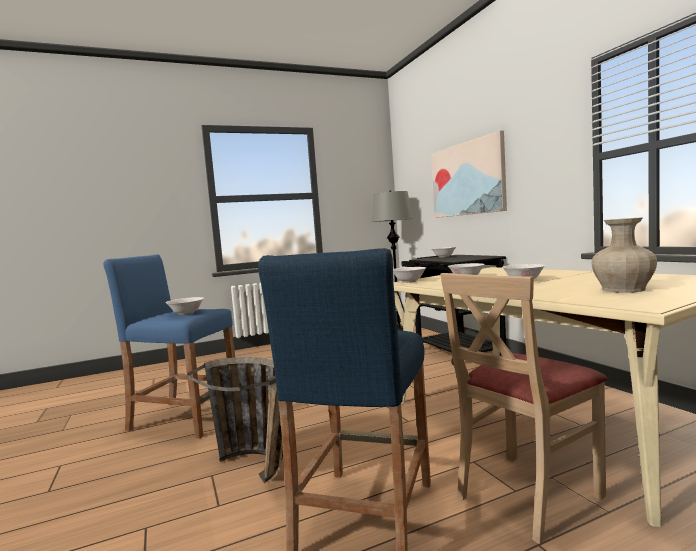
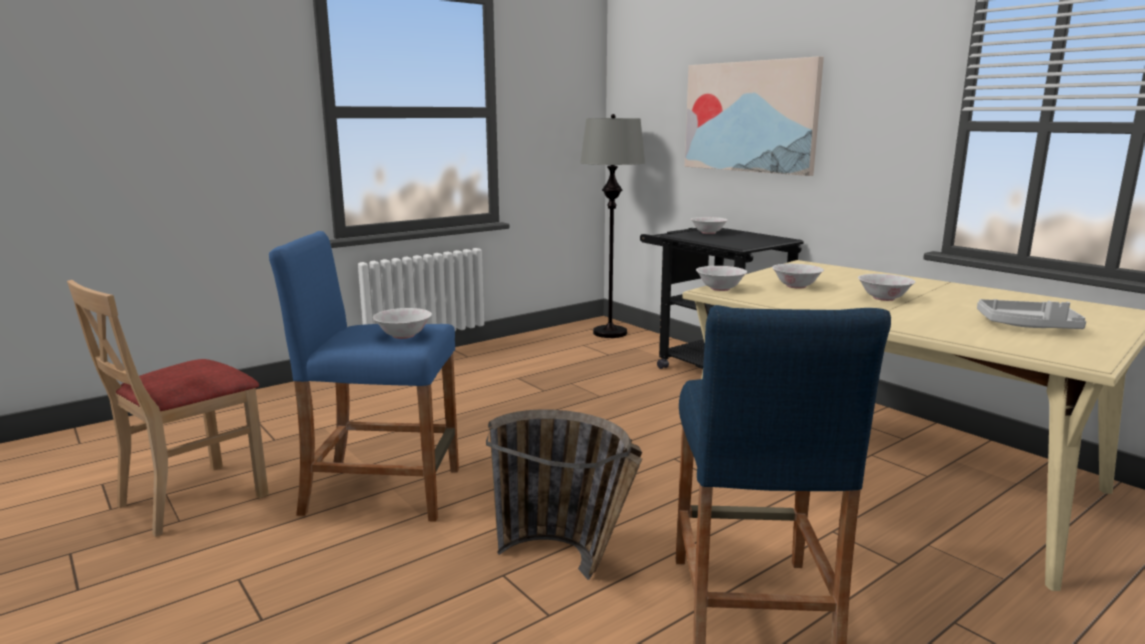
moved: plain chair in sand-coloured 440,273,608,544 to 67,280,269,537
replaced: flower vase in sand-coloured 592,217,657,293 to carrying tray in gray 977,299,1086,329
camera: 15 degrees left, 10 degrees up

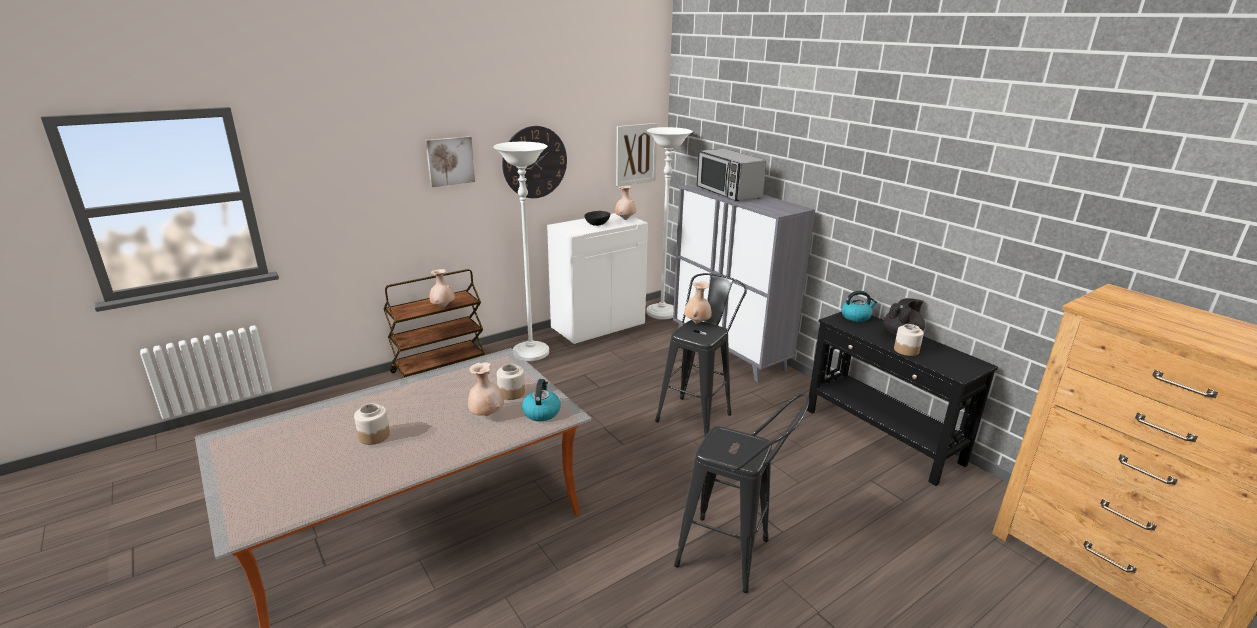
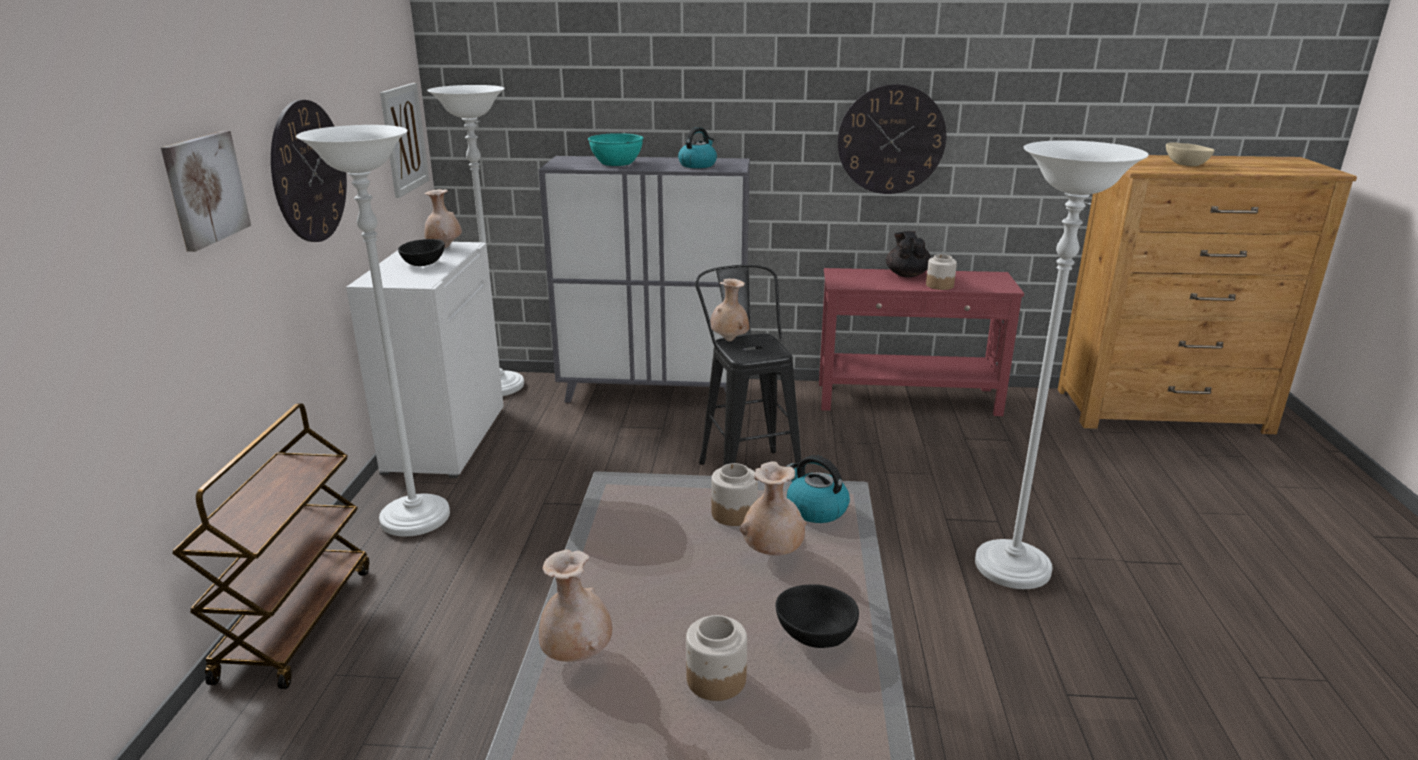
added: deep dish in black-coloured 775,584,859,648; hanging clock 838,84,946,194; deep dish in sand-coloured 1166,142,1215,166
moved: flower vase in sand-coloured 429,269,455,308 to 539,549,612,662; tea kettle 841,291,877,322 to 678,127,717,168
replaced: microwave oven 696,149,766,201 to deep dish in turquoise-coloured 588,133,644,166; sitting stool in black-coloured 674,393,809,593 to floor lamp in whitish 975,140,1149,589
recoloured: hall table in black-coloured 807,312,998,486 to hall table in red 819,268,1024,416
camera: 50 degrees left, 0 degrees up

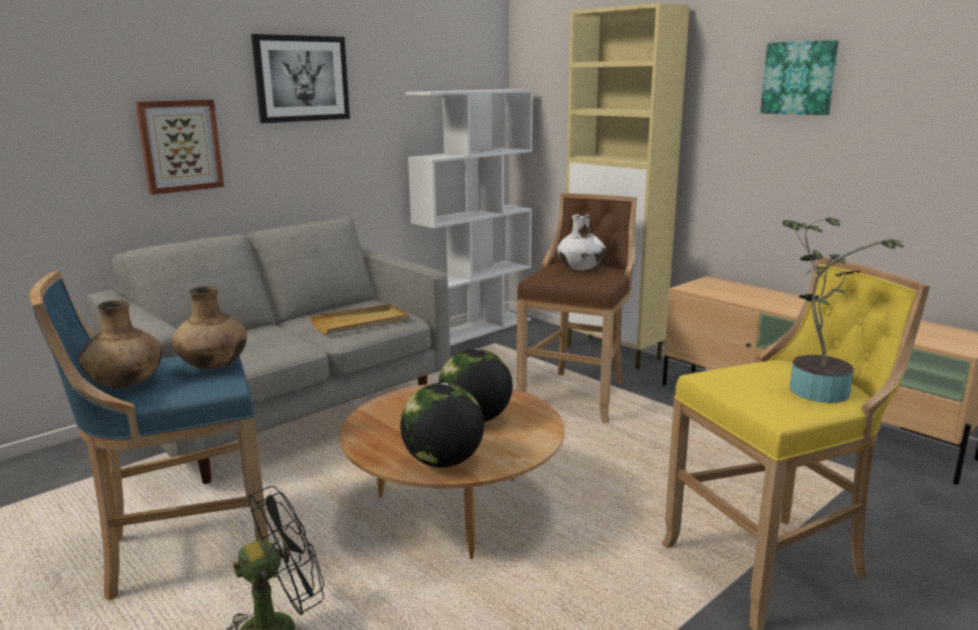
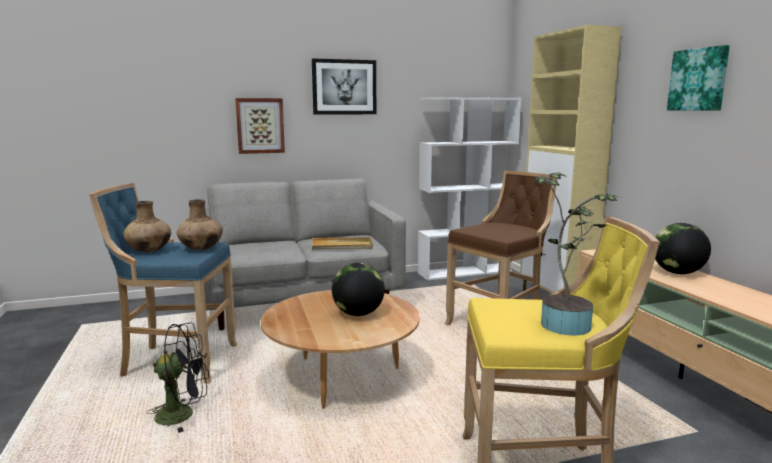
removed: flower vase in whitish 557,214,605,270
moved: world globe 400,383,484,467 to 655,223,711,274
camera: 25 degrees right, 5 degrees down

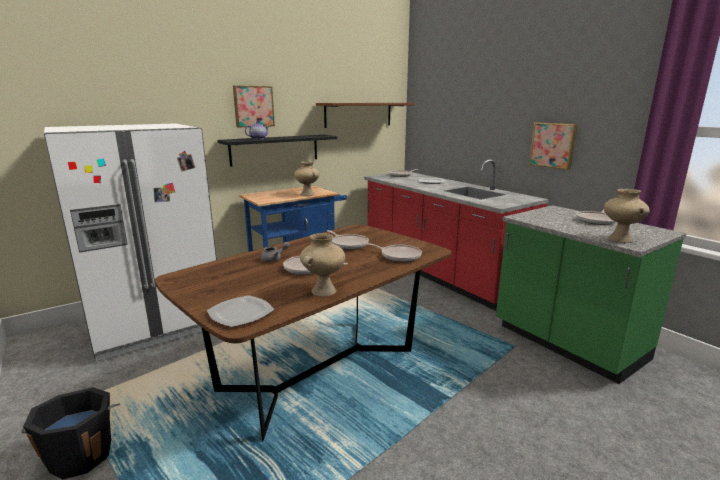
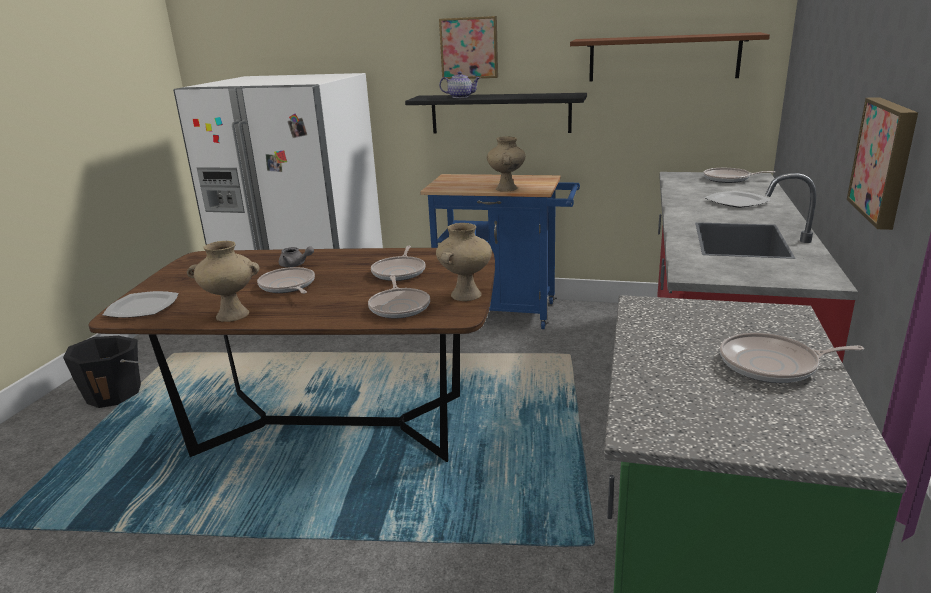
moved: flower vase in sand-coloured 604,189,650,243 to 436,223,492,301
camera: 50 degrees right, 5 degrees up

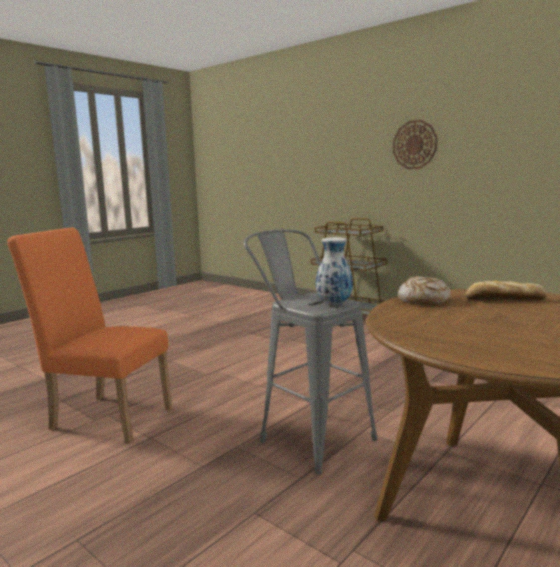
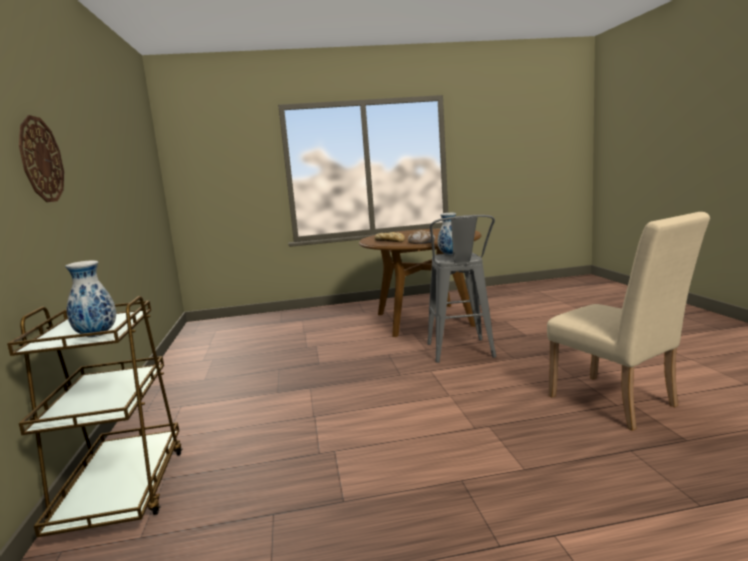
added: flower vase 65,261,116,337
recoloured: plain chair in orange 7,228,172,443 to plain chair in sand-coloured 547,212,710,431
camera: 140 degrees left, 0 degrees up

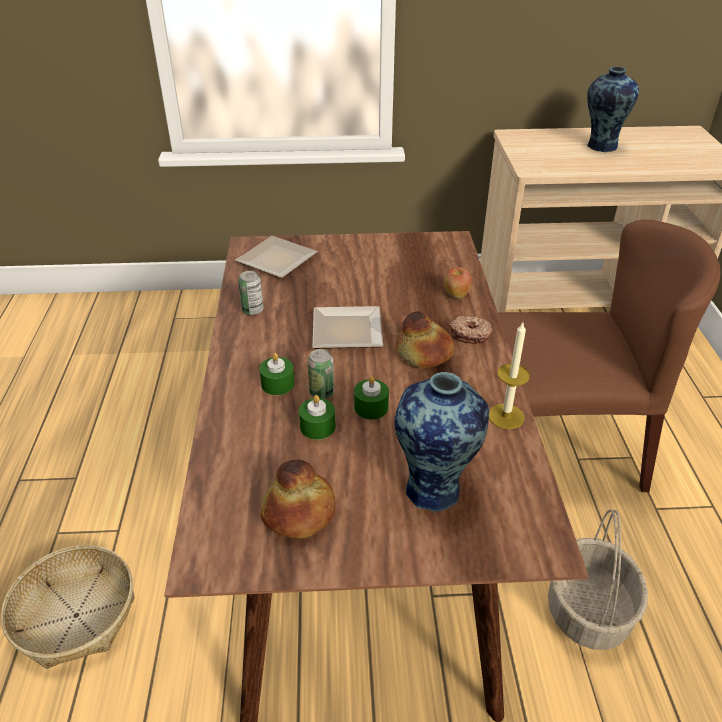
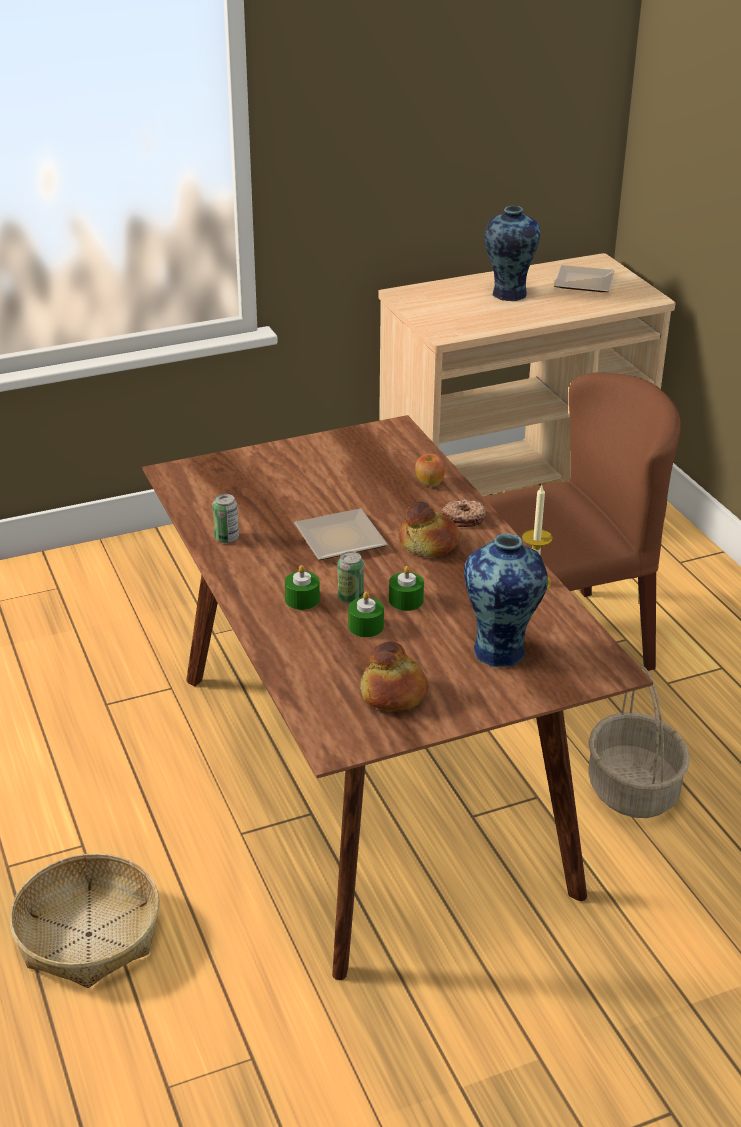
moved: plate 235,236,318,278 to 554,265,614,292
camera: 20 degrees left, 5 degrees down

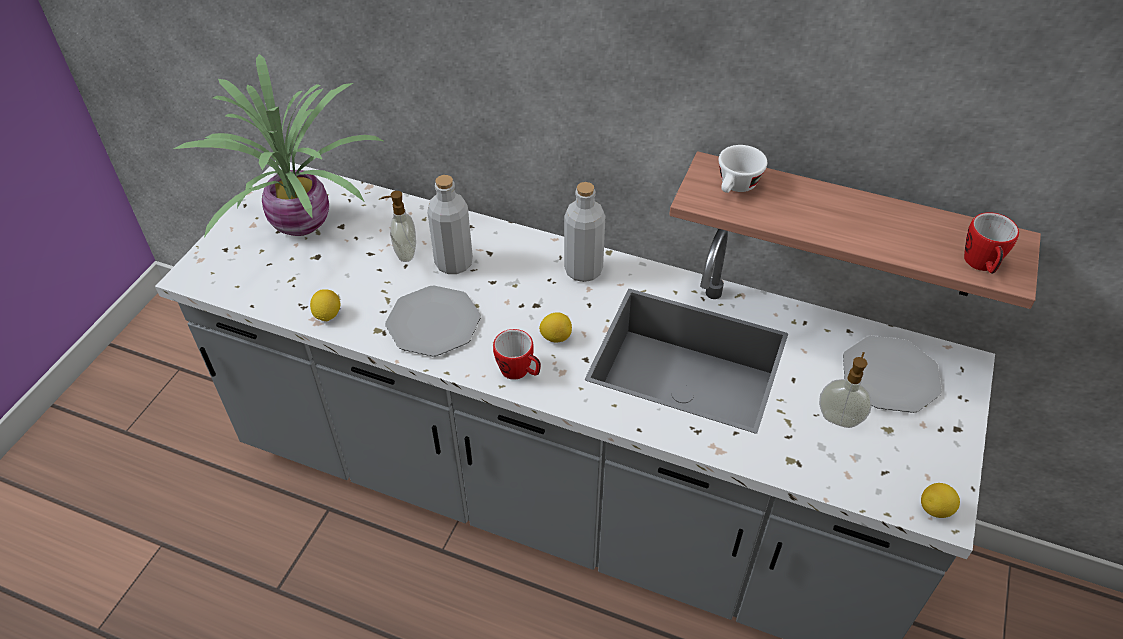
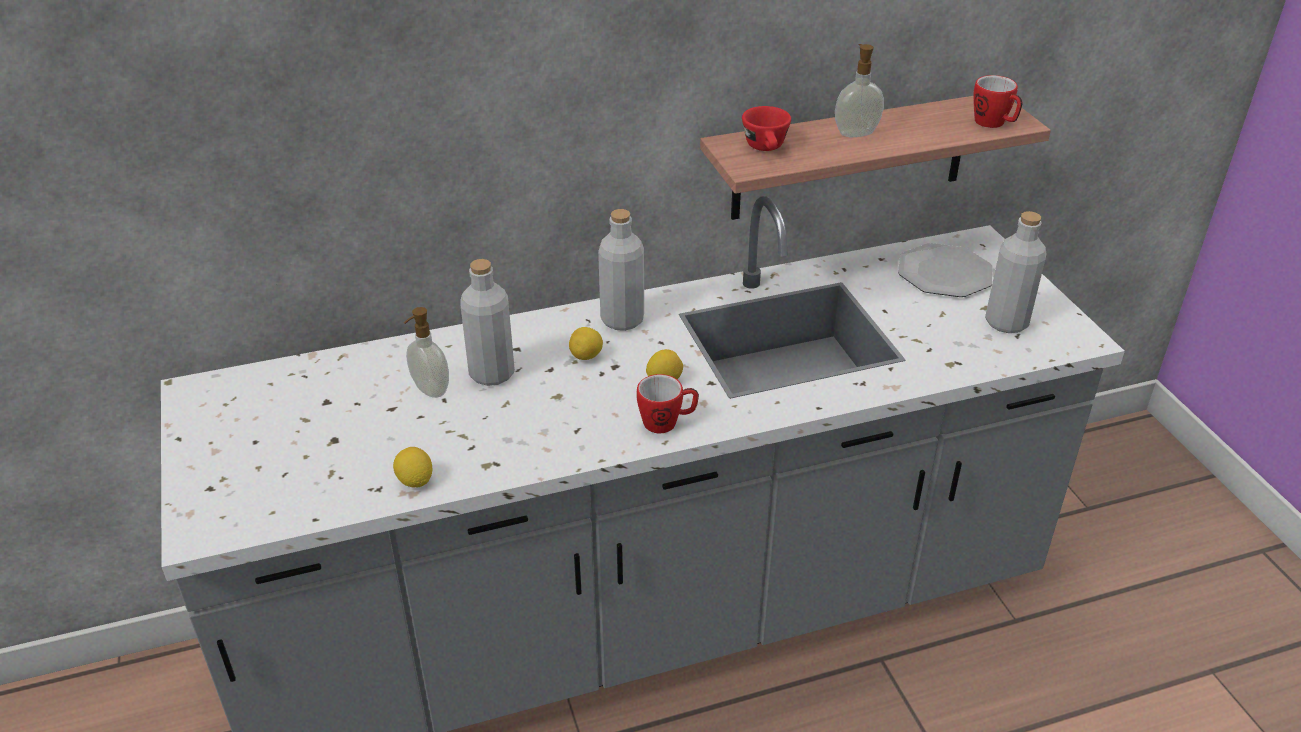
removed: houseplant 173,54,385,238; plate 385,285,481,356
added: bottle in gray 985,211,1046,333
moved: whole lemon 921,483,960,518 to 569,327,603,360; soap dispenser 819,352,872,428 to 835,44,884,137
recoloured: cup in whitish 719,145,767,193 to cup in red 742,106,791,151
camera: 40 degrees left, 10 degrees down

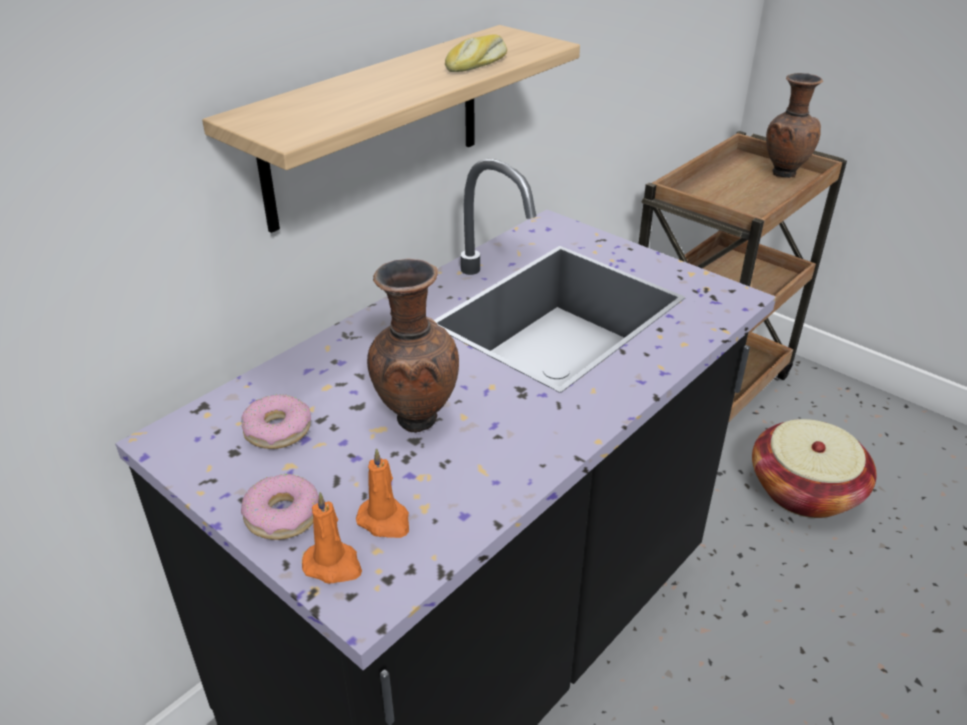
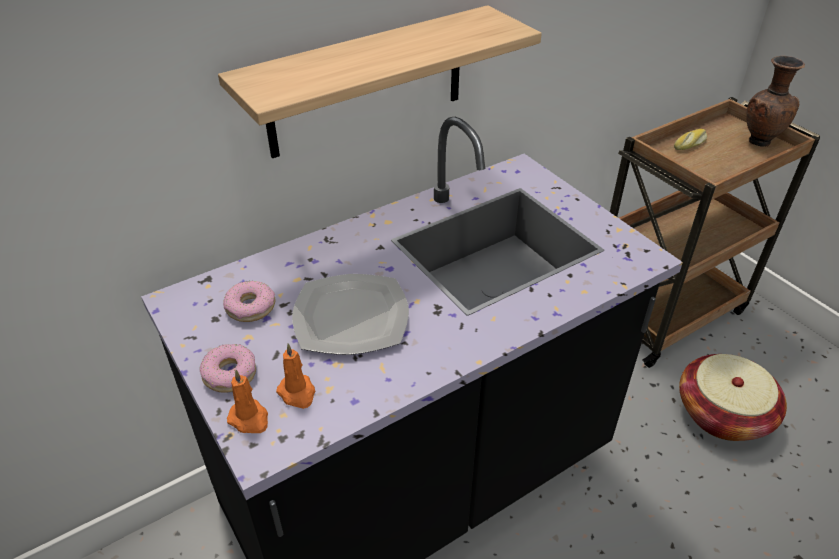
moved: bakery bread 445,34,507,72 to 674,129,707,150
replaced: flower vase in brown-coloured 367,258,459,433 to plate 292,274,409,355
camera: 15 degrees right, 5 degrees up

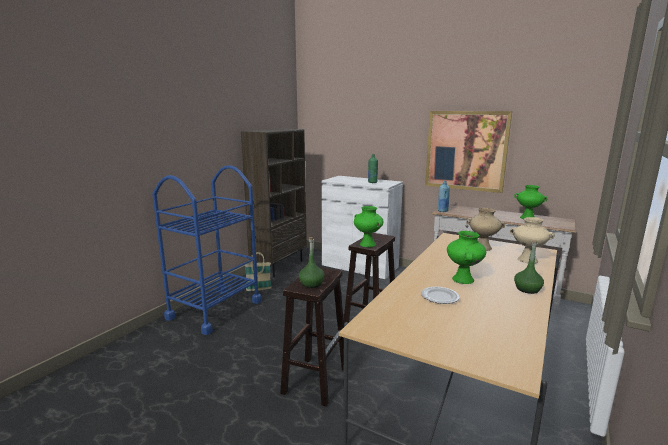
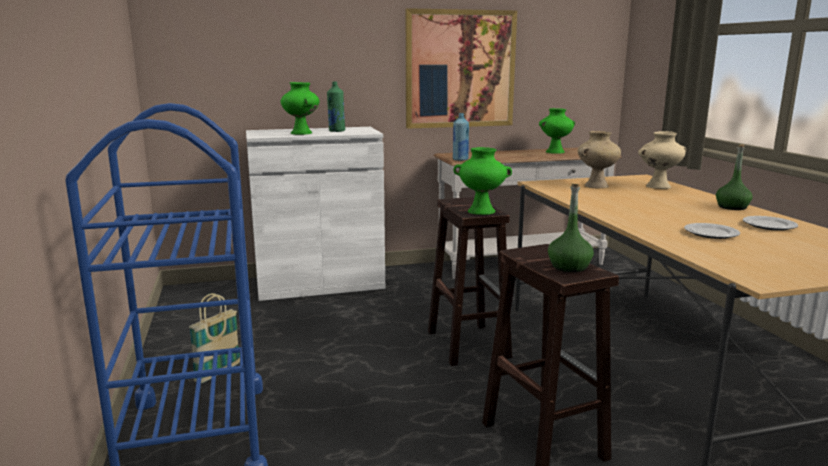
removed: bookshelf in brown-coloured 241,128,307,277
added: plate 743,216,798,231
moved: flower vase in green 447,231,486,284 to 281,82,320,135
camera: 45 degrees left, 0 degrees up

